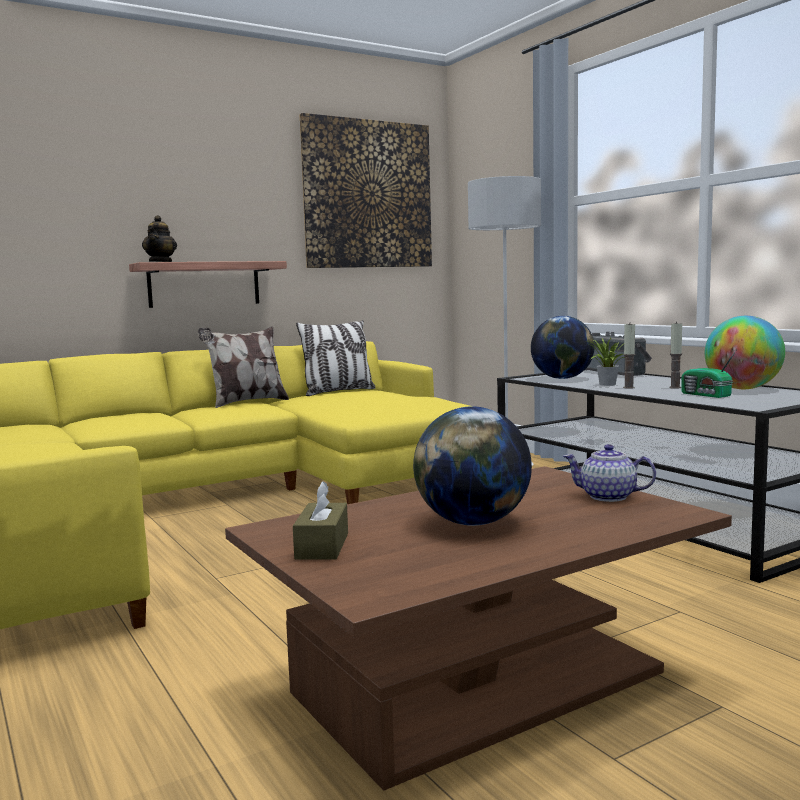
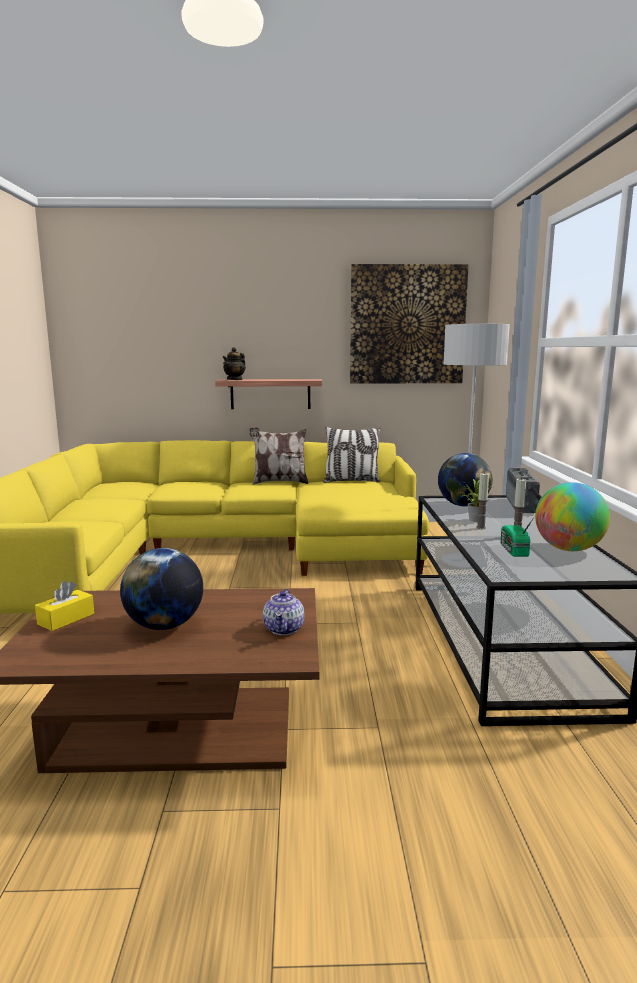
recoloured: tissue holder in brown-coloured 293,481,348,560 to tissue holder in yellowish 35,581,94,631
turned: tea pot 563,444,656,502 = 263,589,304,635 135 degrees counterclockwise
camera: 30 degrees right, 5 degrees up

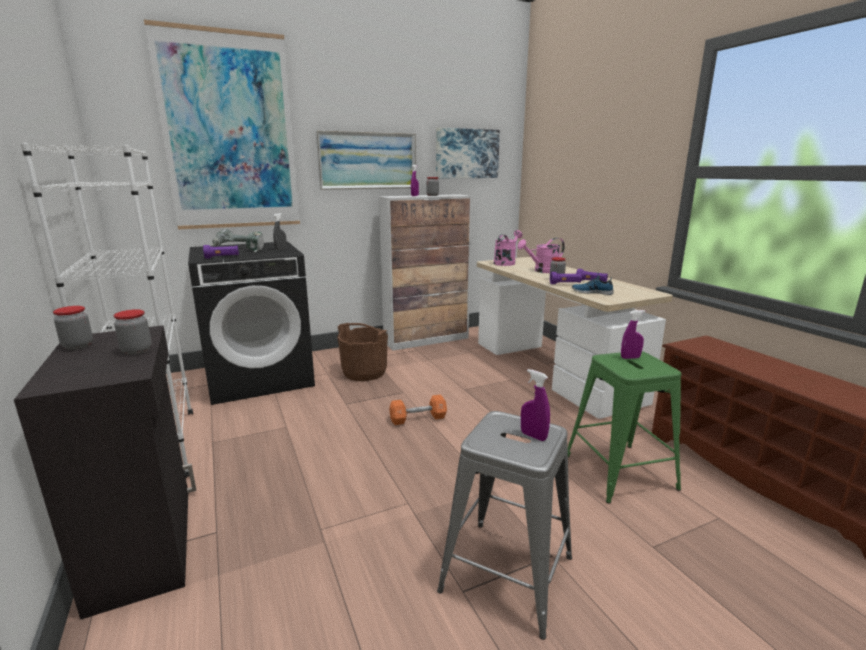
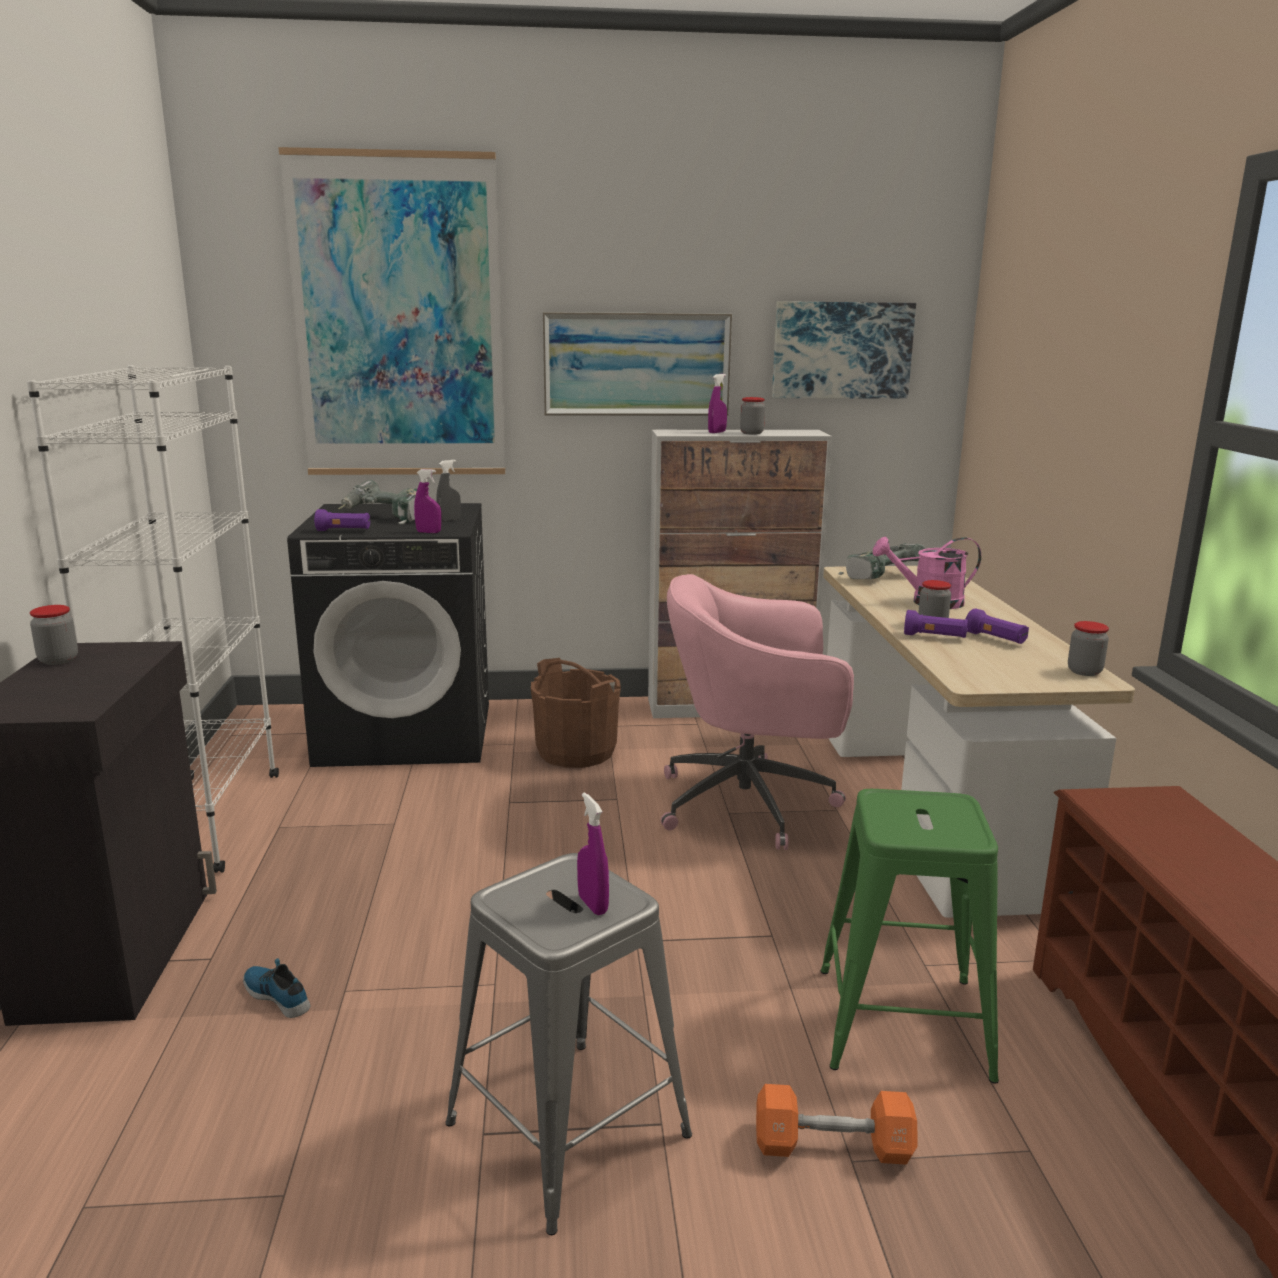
added: computer chair in pink 660,574,854,850
moved: low shoe 572,273,614,295 to 243,958,310,1018; spray bottle in purple 621,310,645,359 to 414,469,441,533; hand weight in orange 389,395,447,425 to 756,1084,918,1165; storage jar 113,309,152,355 to 1068,621,1109,676
replaced: watering can in pink 494,230,523,266 to electric drill 838,543,925,579
camera: 20 degrees right, 0 degrees up

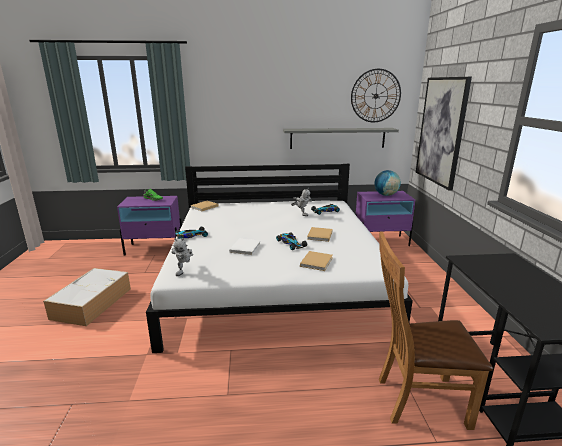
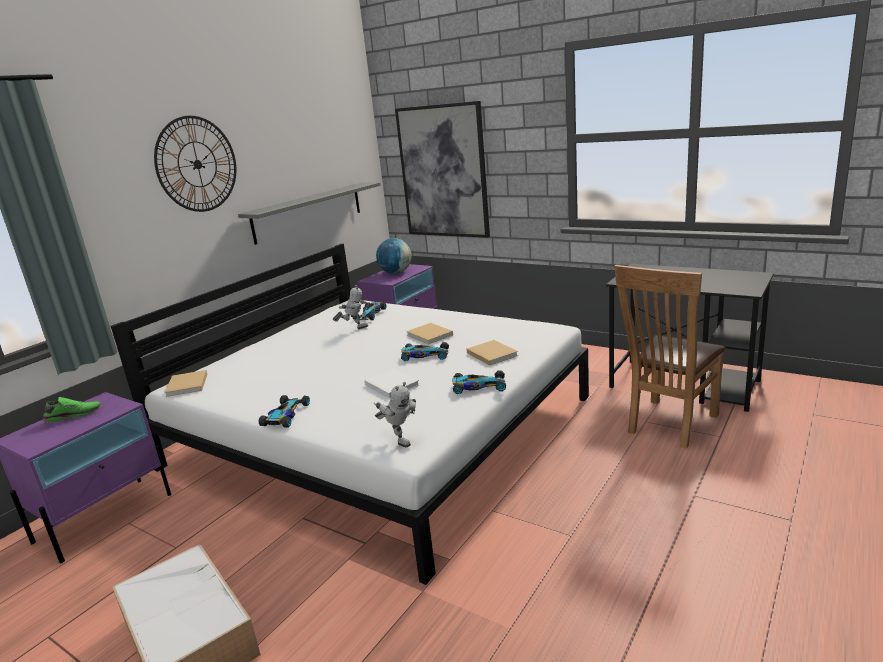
added: miniature car 452,370,506,394
moved: hanging clock 351,69,401,122 to 154,116,236,212
camera: 50 degrees left, 0 degrees up

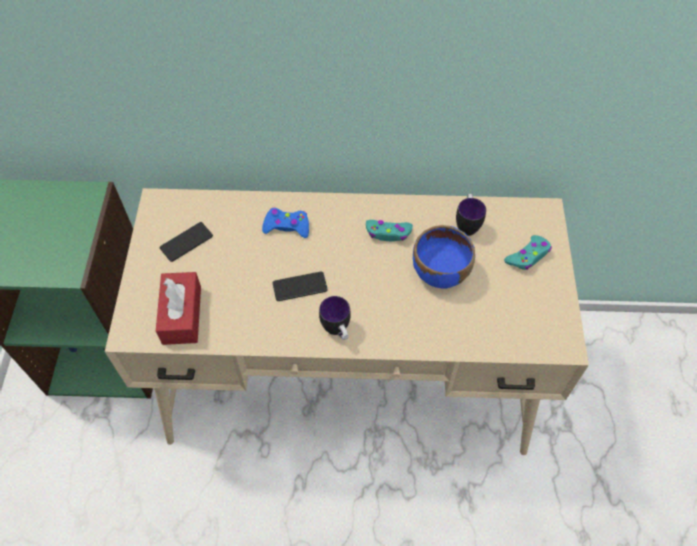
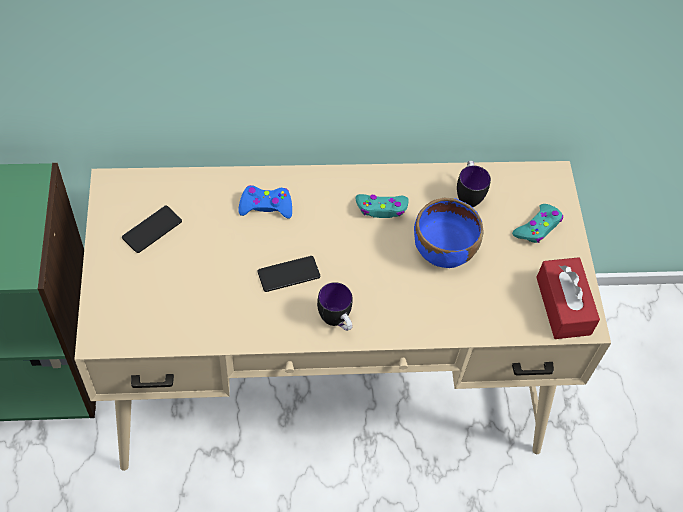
moved: tissue holder in red 156,272,201,345 to 536,257,600,339
camera: 10 degrees left, 0 degrees up

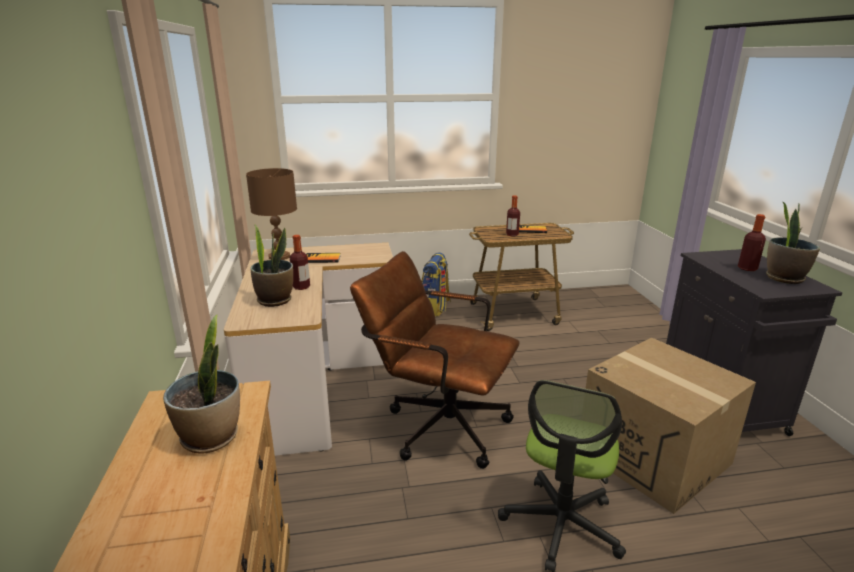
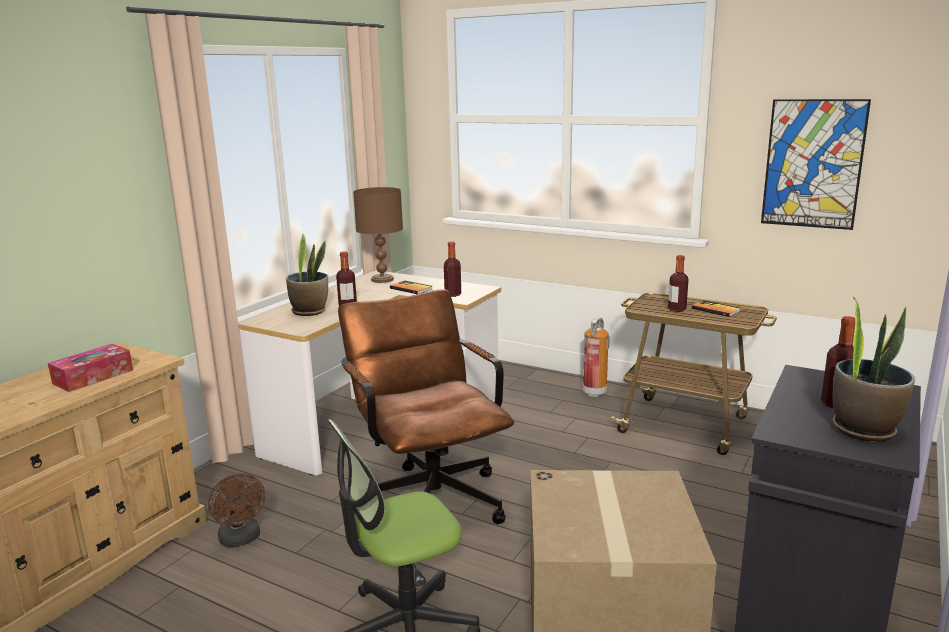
added: fan in brown-coloured 208,474,265,547; bottle 444,242,461,297; wall art 761,99,871,230
replaced: houseplant 163,315,240,453 to tissue holder 48,344,133,392; knapsack 421,252,451,317 to extinguisher 583,318,610,397
camera: 40 degrees right, 5 degrees down

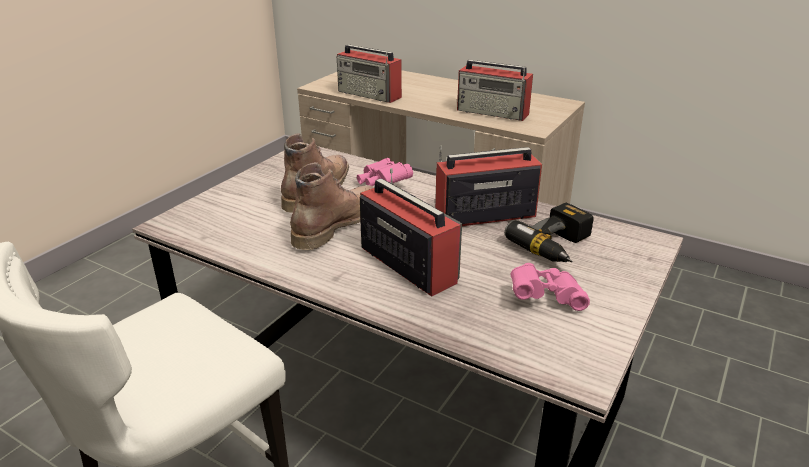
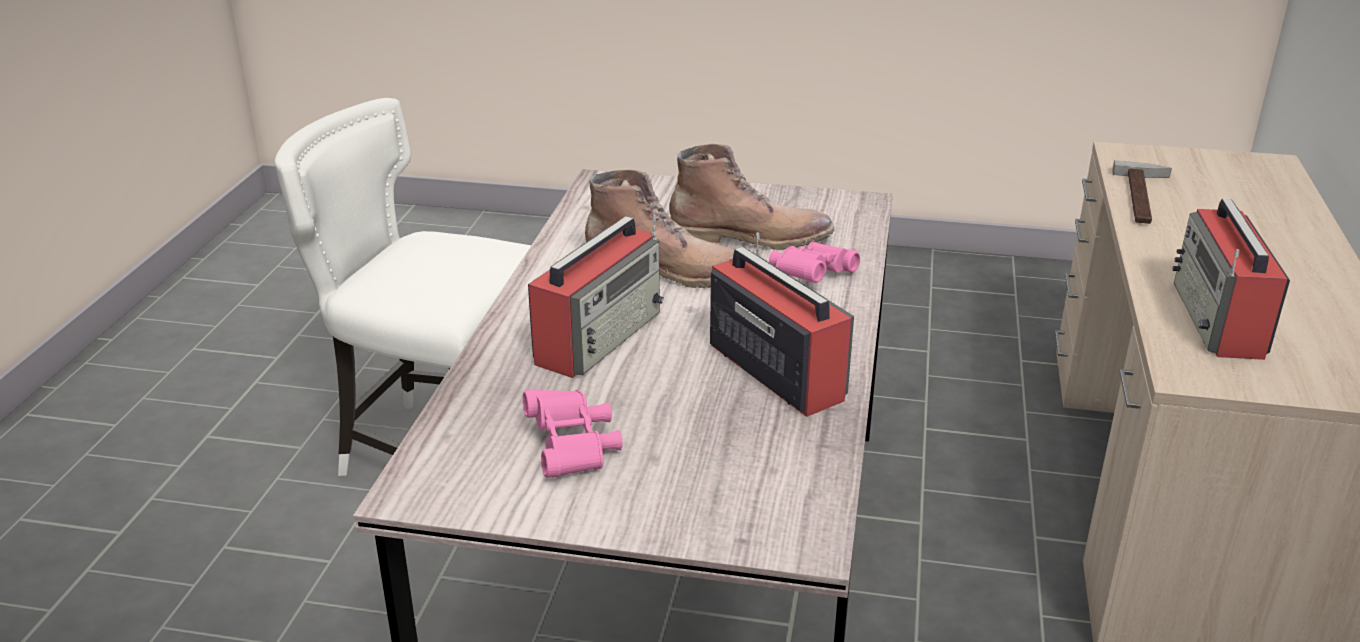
removed: electric drill 504,203,594,262
replaced: radio receiver 337,44,402,103 to tool hammer 1112,160,1172,224
camera: 70 degrees right, 0 degrees up

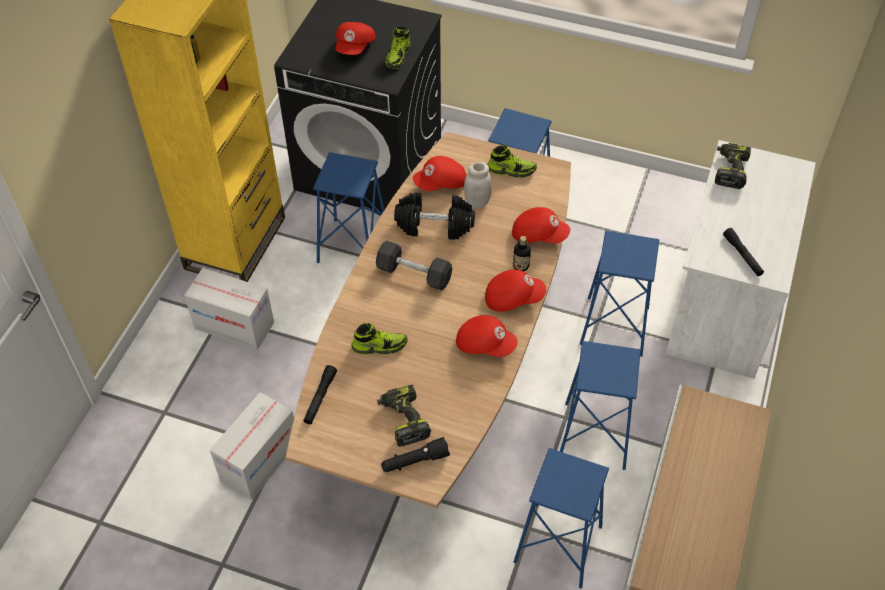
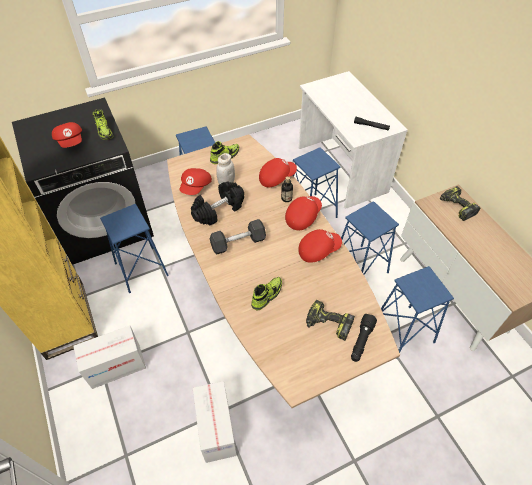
removed: flashlight in black-coloured 303,365,337,424
moved: electric drill 715,143,751,189 to 440,186,481,221
camera: 45 degrees left, 0 degrees up

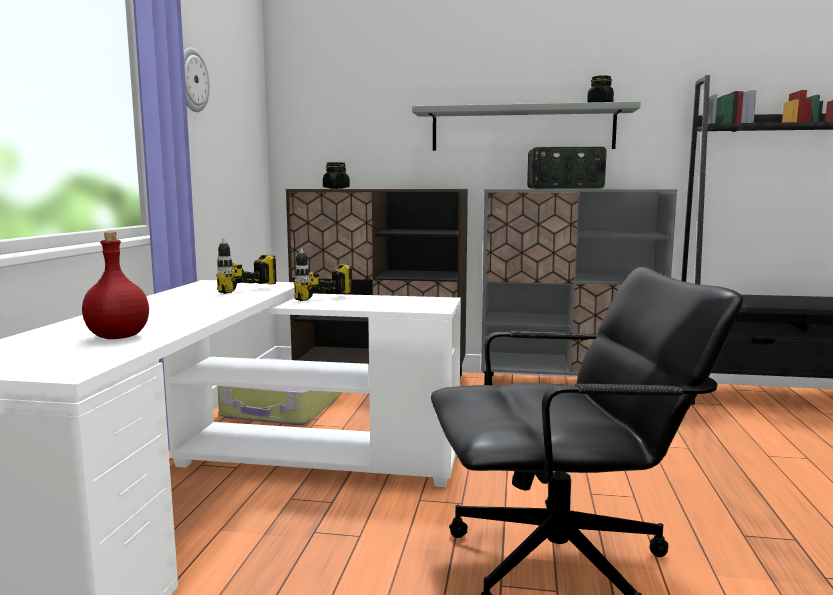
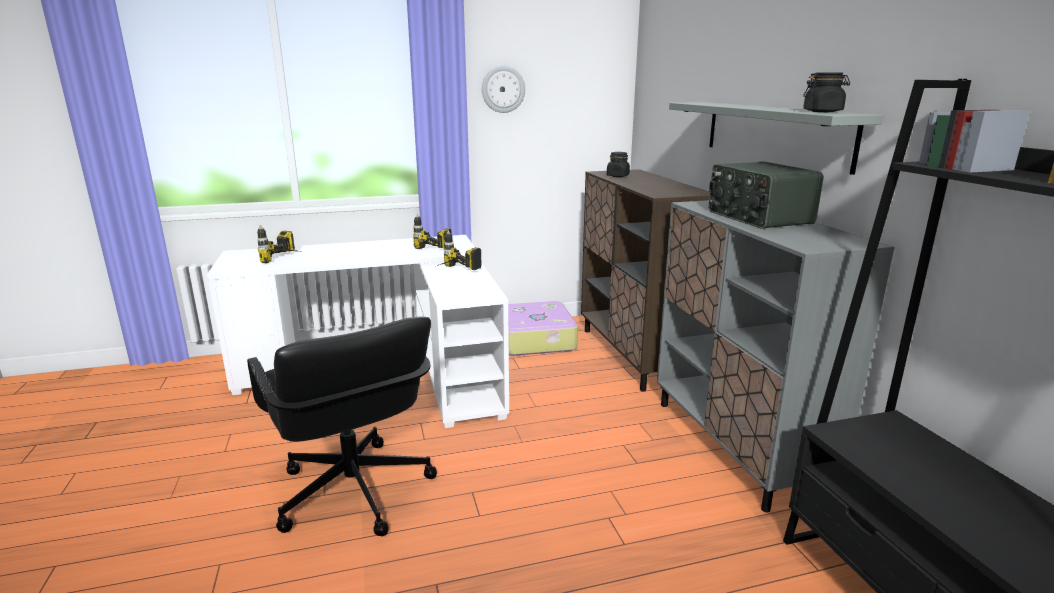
replaced: bottle in red 82,232,149,339 to electric drill 257,225,304,263
camera: 65 degrees right, 10 degrees up

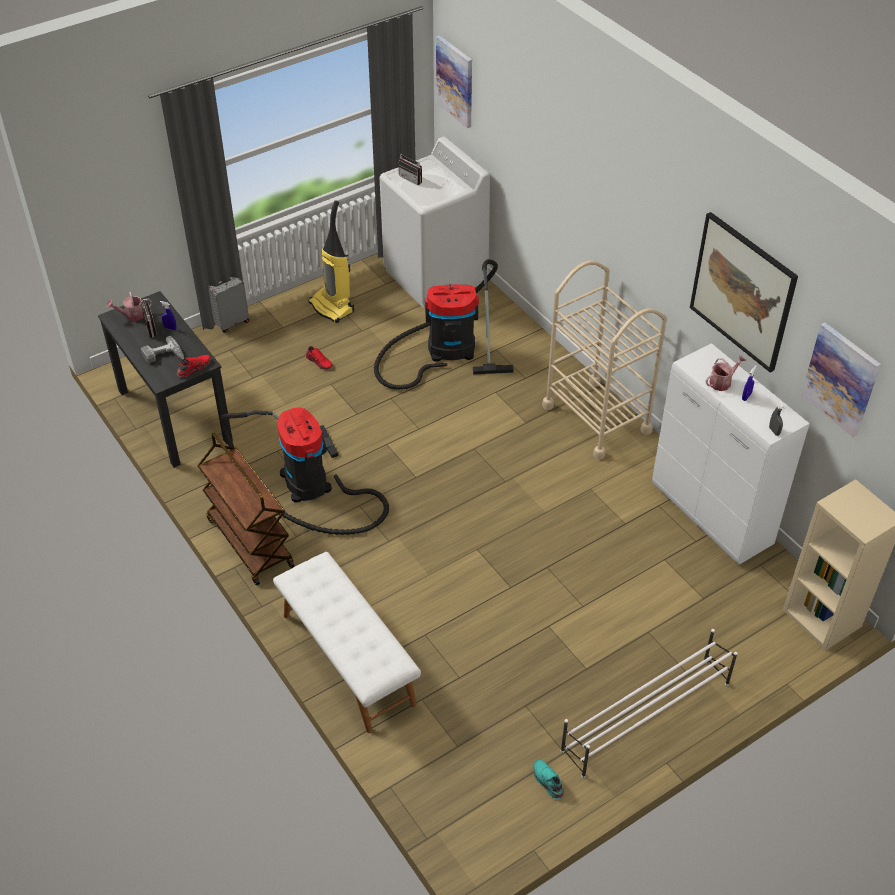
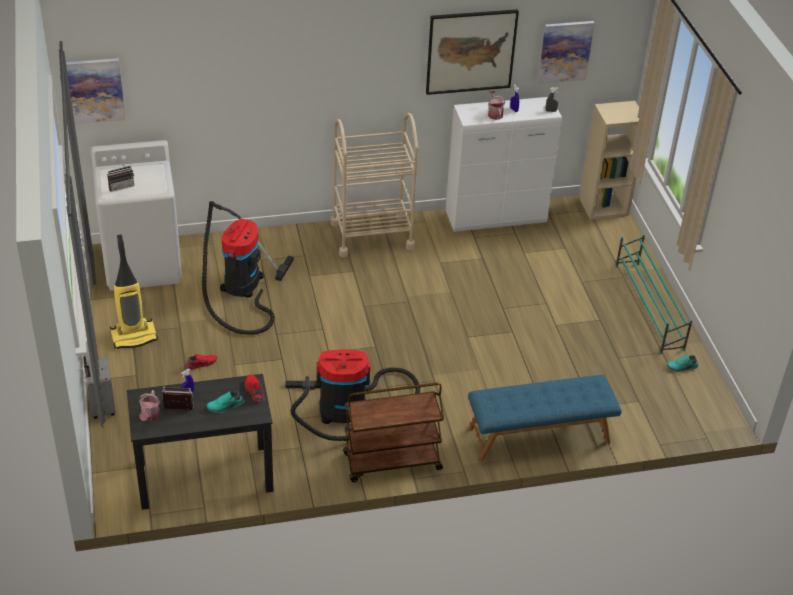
replaced: electric drill 141,336,184,363 to low shoe in turquoise-coloured 206,391,244,413
recoloured: long seat in whitish 273,552,421,733 to long seat in blue 468,375,622,461; shoe rack in whitish 561,629,738,778 to shoe rack in turquoise-coloured 615,234,693,354
camera: 70 degrees left, 5 degrees down

